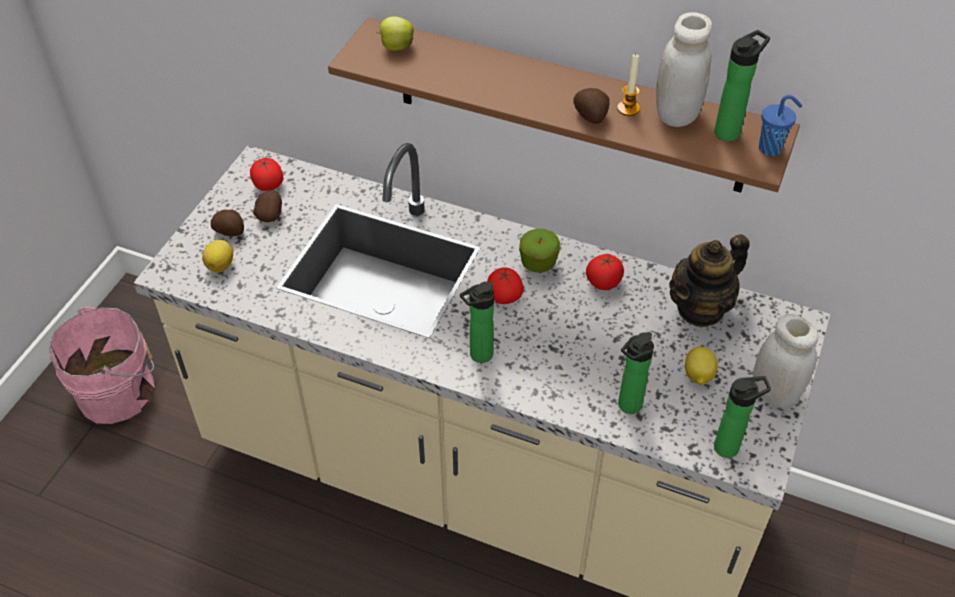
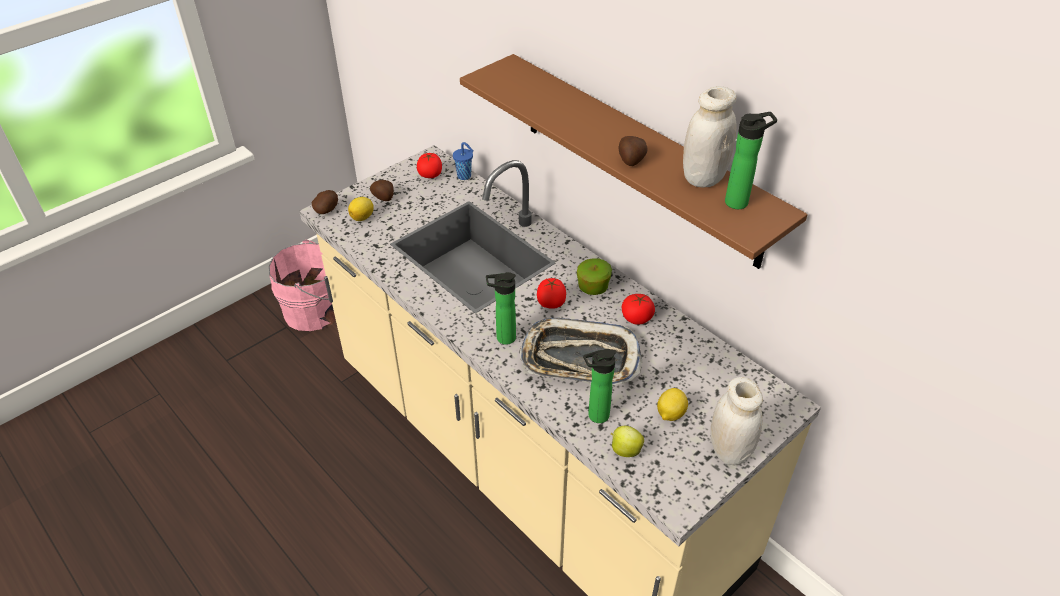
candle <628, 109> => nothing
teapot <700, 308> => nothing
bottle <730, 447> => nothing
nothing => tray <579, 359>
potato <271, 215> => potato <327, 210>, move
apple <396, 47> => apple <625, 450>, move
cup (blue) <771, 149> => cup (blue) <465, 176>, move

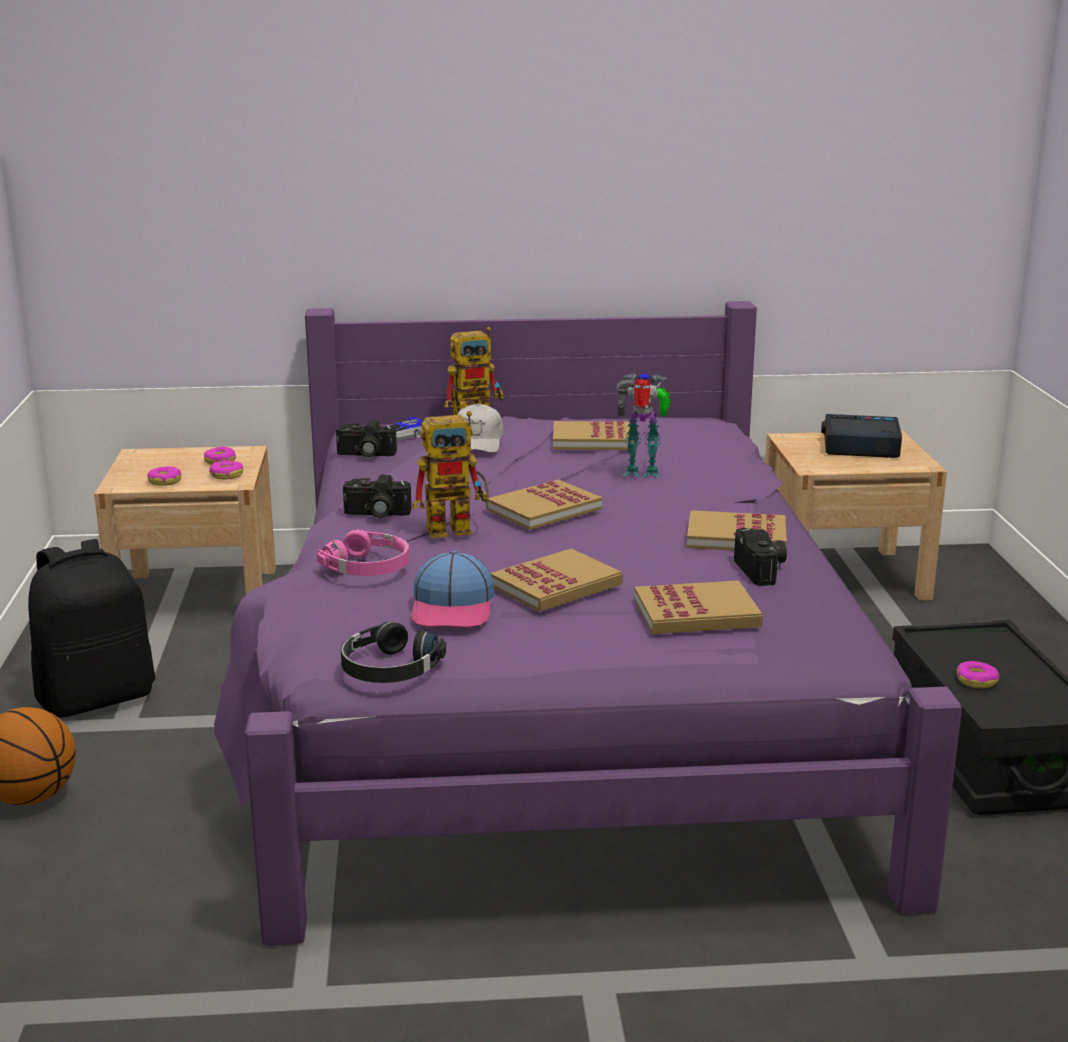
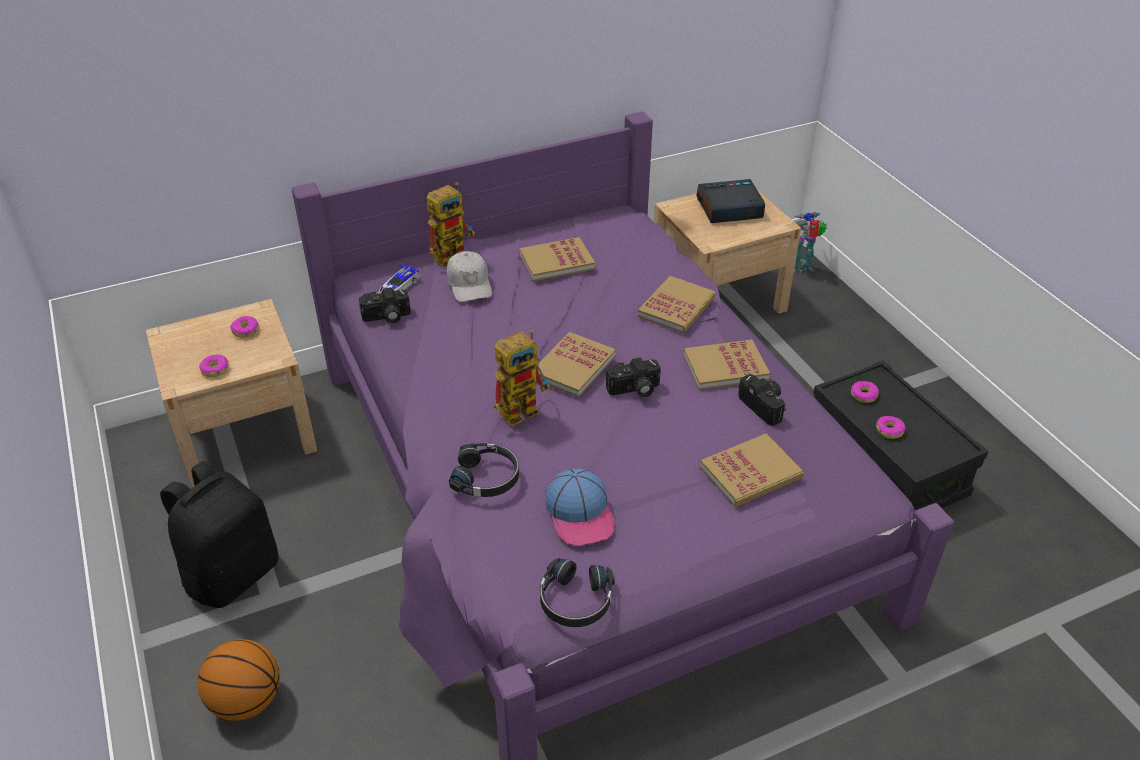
donut <226, 475> => donut <863, 395>, move
photo camera <376, 514> => photo camera <634, 390>, move
book <556, 585> => book <676, 307>, move
toy robot <643, 473> => toy robot <802, 267>, move
headphones (pink) <369, 567> => headphones (black) <487, 477>

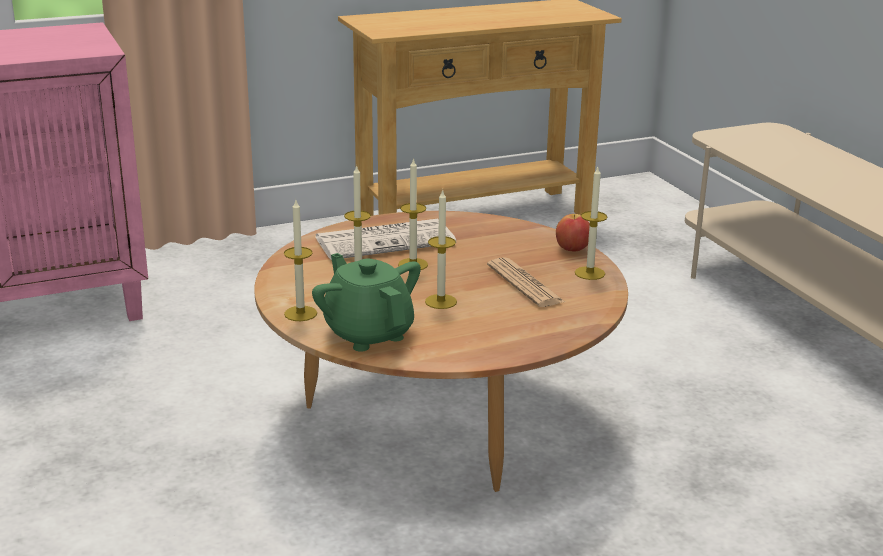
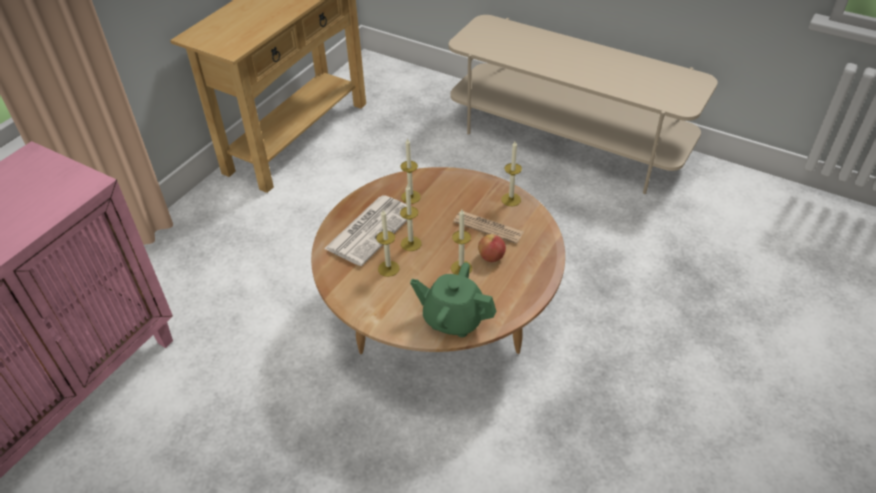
candle <300, 313> => candle <410, 197>, move
apple <572, 249> => apple <491, 257>, move

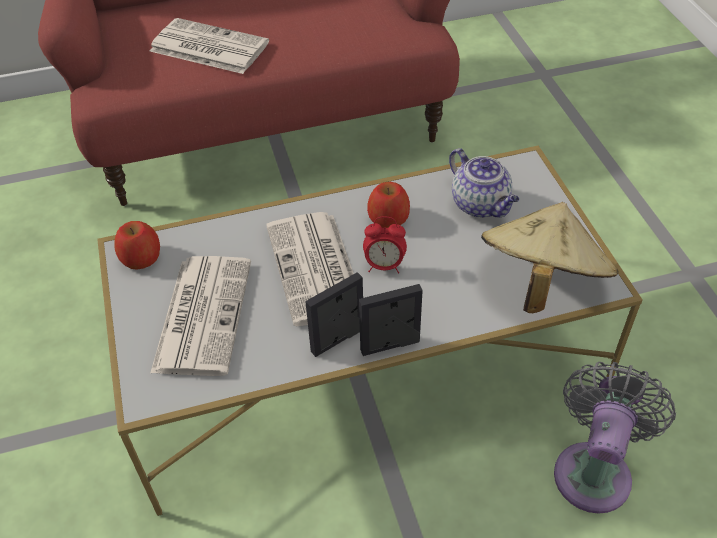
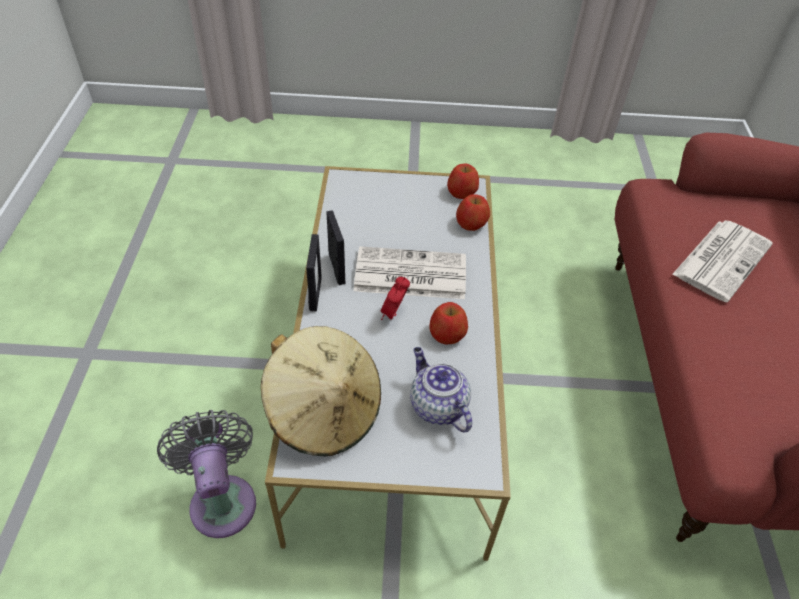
newspaper <202, 314> => nothing
nothing => apple <471, 223>
teapot <481, 205> => teapot <437, 406>, 75 degrees clockwise
fan (grey) <594, 469> => fan (grey) <222, 499>, 150 degrees counterclockwise

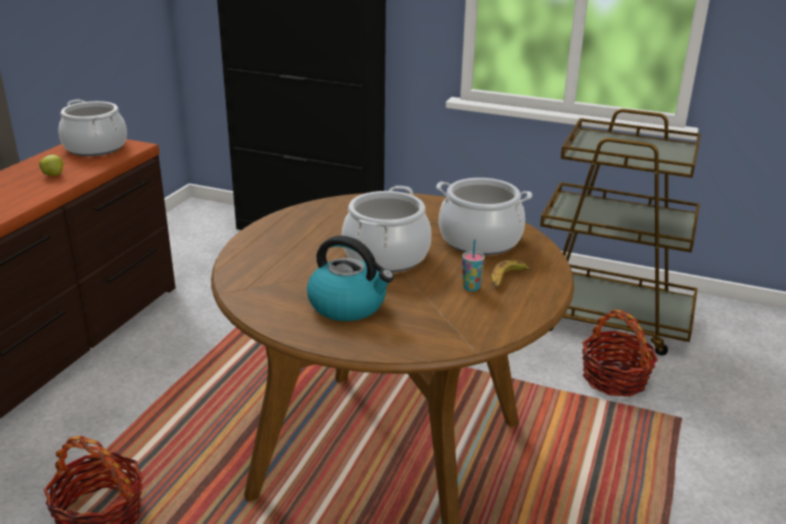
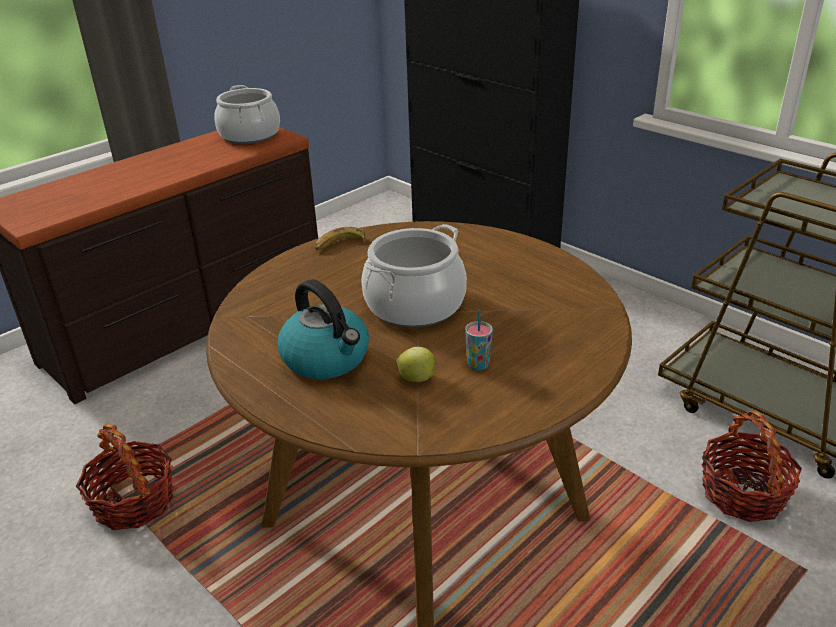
cooking pot <480, 240> => nothing
apple <54, 175> => apple <418, 379>, move
banana <507, 279> => banana <339, 244>, move

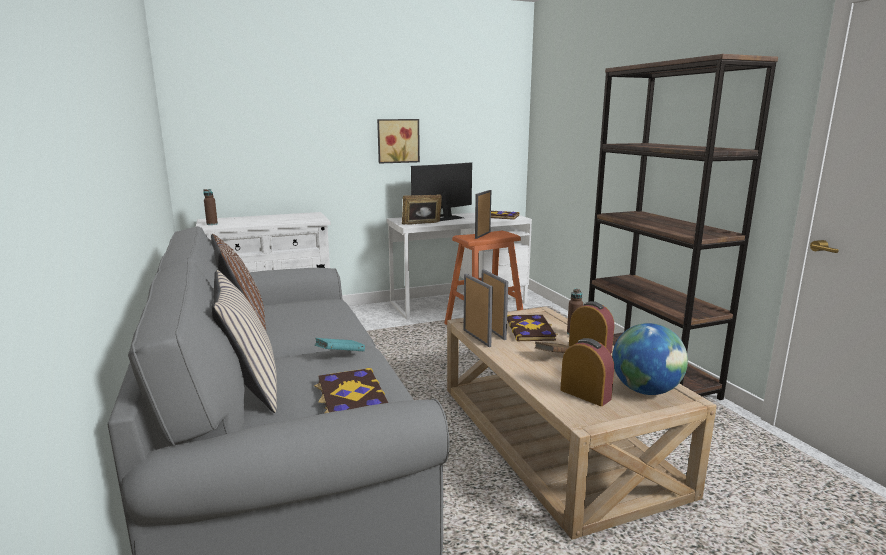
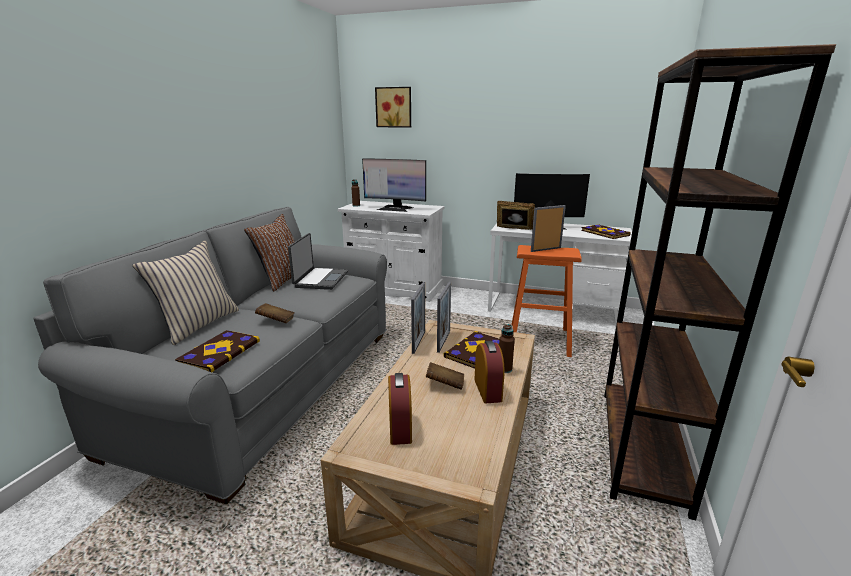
globe <645, 390> => nothing
nothing => laptop <320, 279>
nothing => monitor <395, 208>
picture <398, 141> => picture <394, 107>, move
book (turquoise) <340, 355> => book (brown) <276, 321>

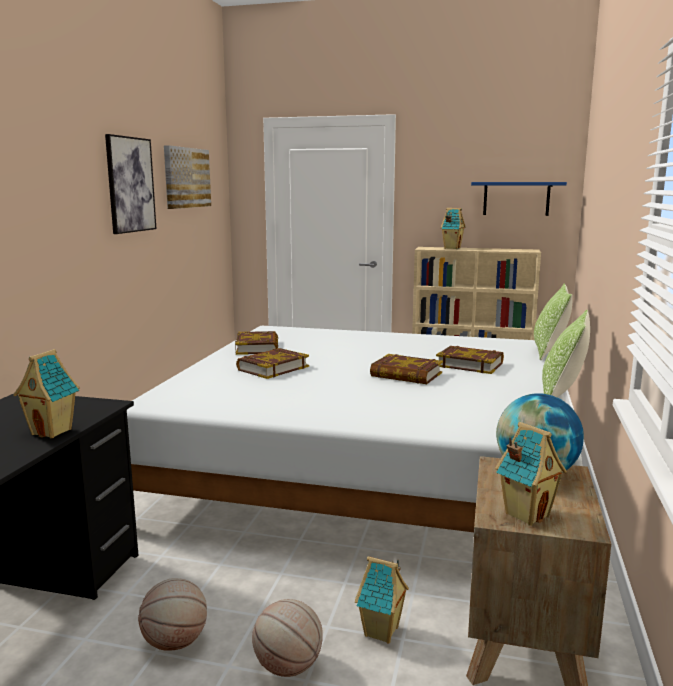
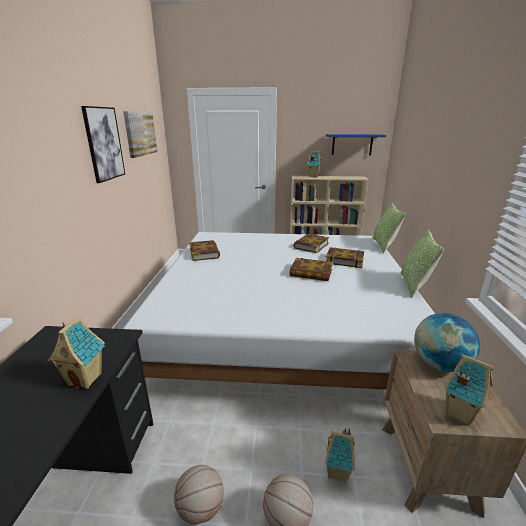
book <272, 368> => book <311, 246>, move

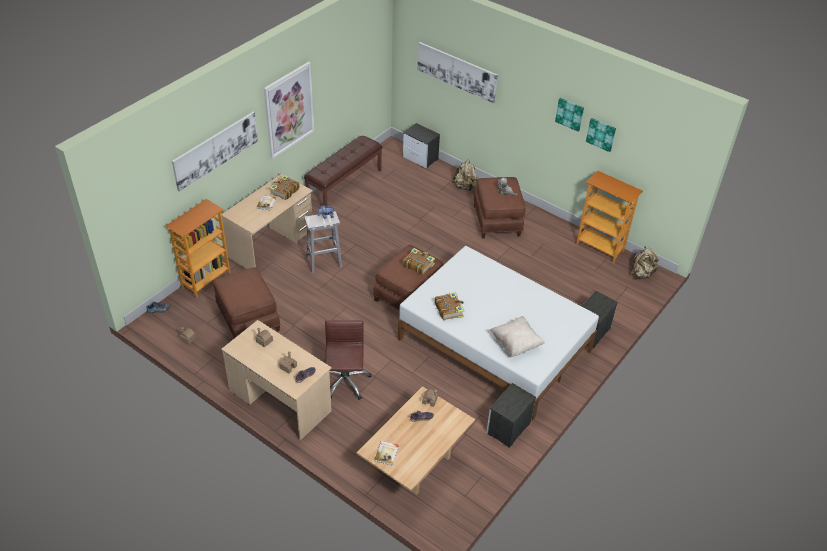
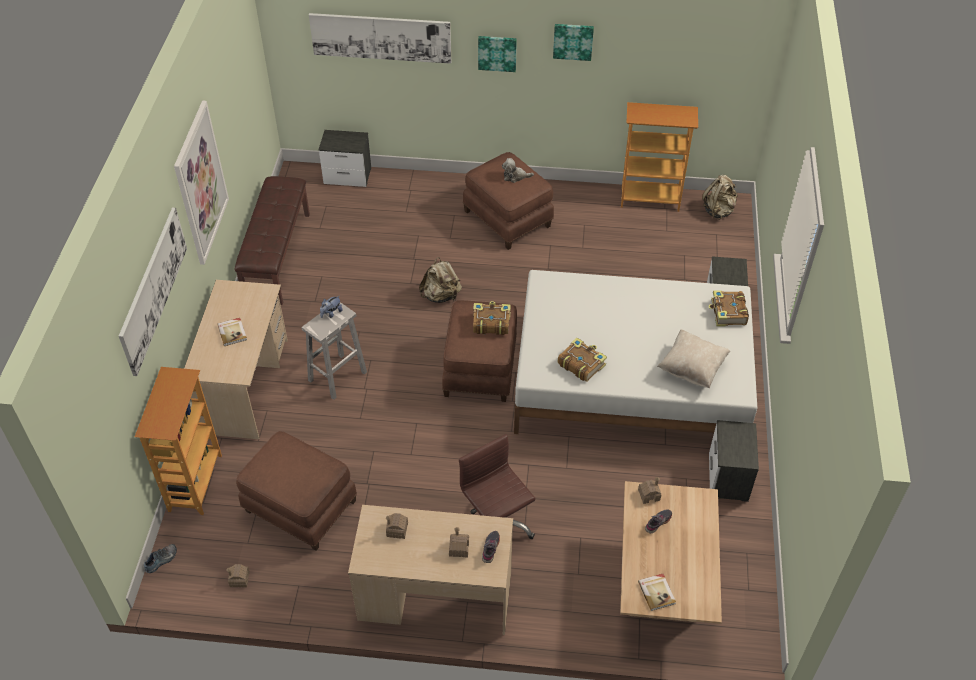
book <284, 191> => book <727, 313>, move
backpack (beige) <465, 187> => backpack (beige) <441, 296>, move
picture <601, 134> => picture <497, 53>, move

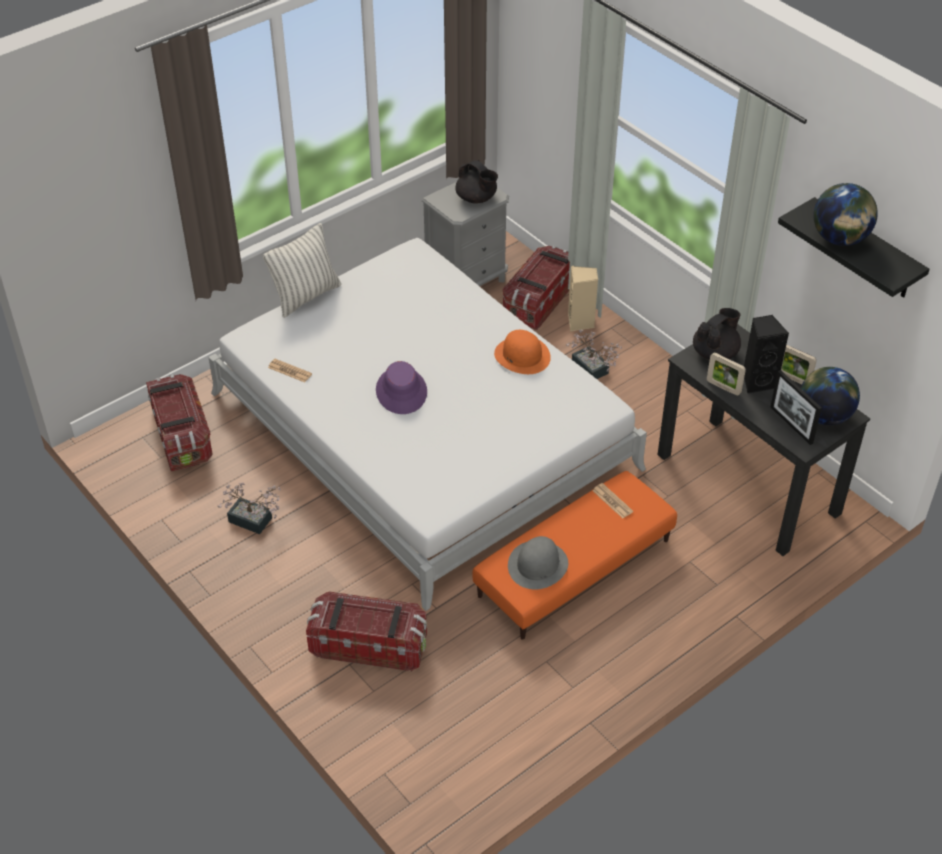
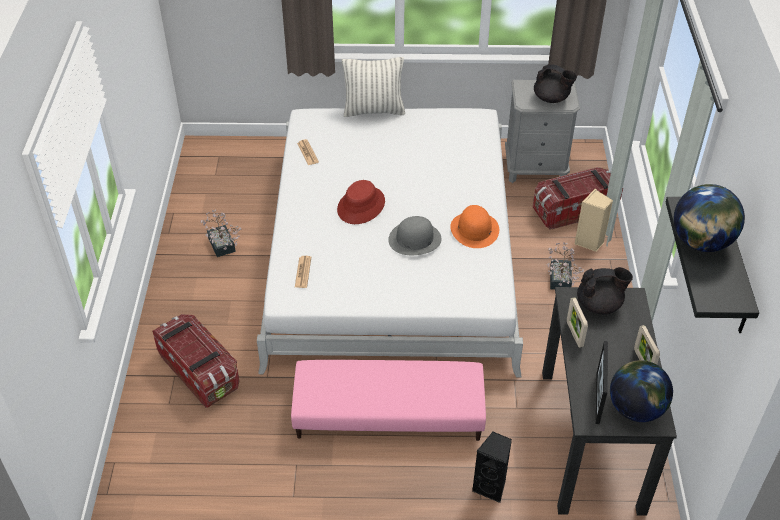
storage box <182, 436> => nothing
hat (grey) <538, 565> => hat (grey) <414, 239>, move
newspaper <612, 501> => newspaper <303, 272>, move
speaker (black) <757, 381> => speaker (black) <491, 487>, move
hat (purple) <401, 391> => hat (red) <361, 206>
ottoman (orange) <574, 567> => ottoman (pink) <389, 413>
teapot (black) <476, 198> => teapot (black) <551, 98>, 60 degrees counterclockwise

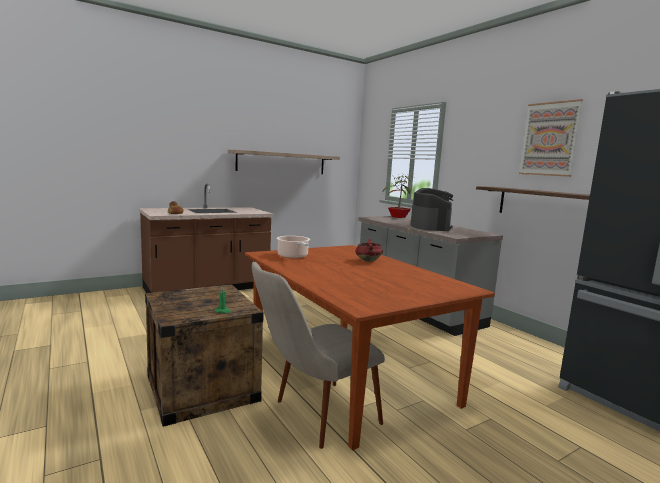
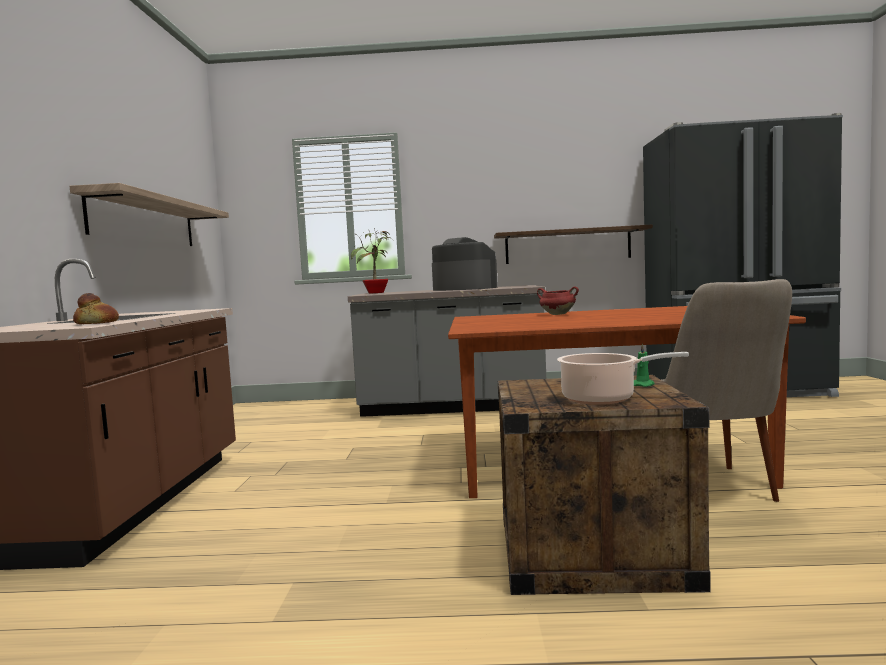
picture <549, 139> => nothing
cooking pot <293, 256> => cooking pot <603, 399>, move

